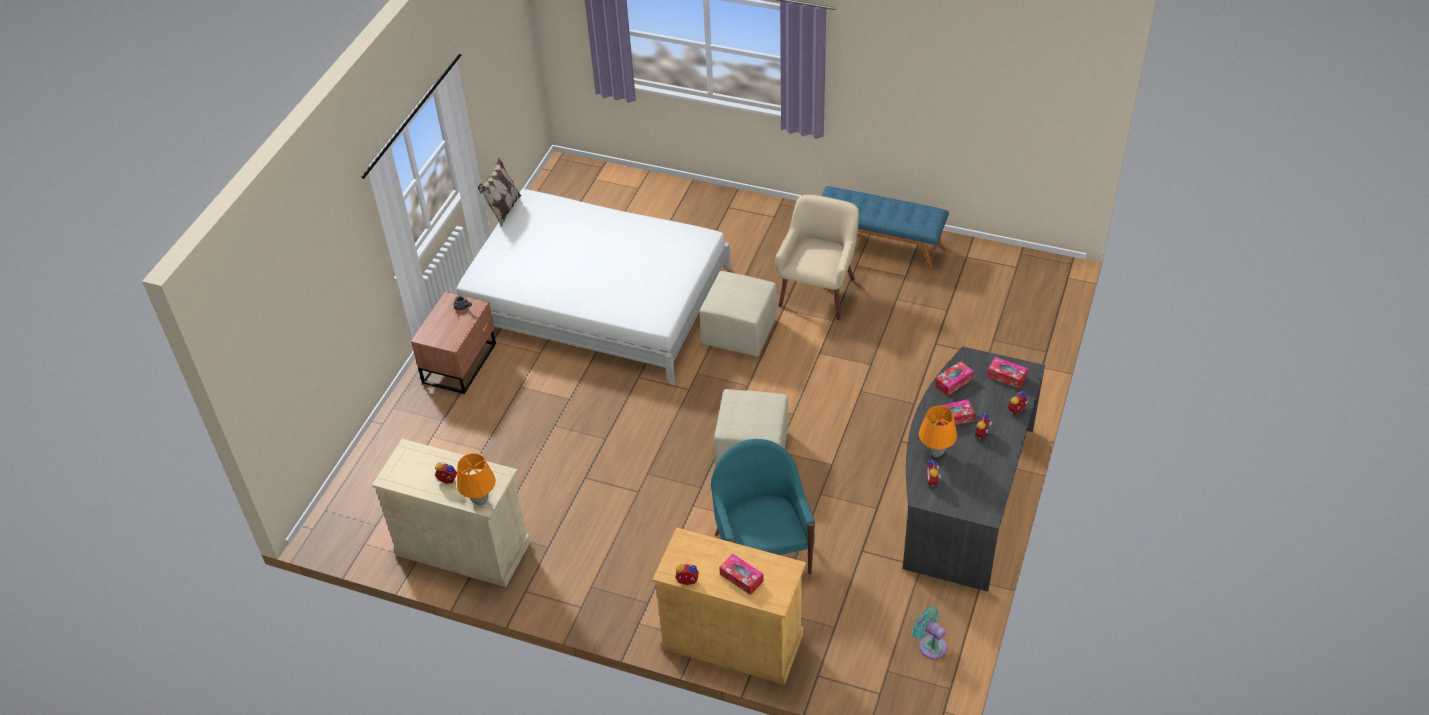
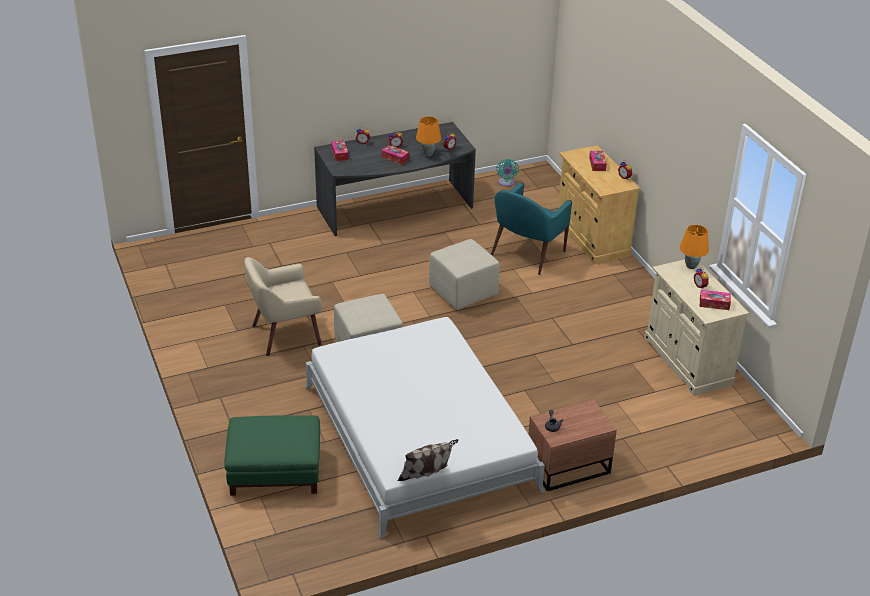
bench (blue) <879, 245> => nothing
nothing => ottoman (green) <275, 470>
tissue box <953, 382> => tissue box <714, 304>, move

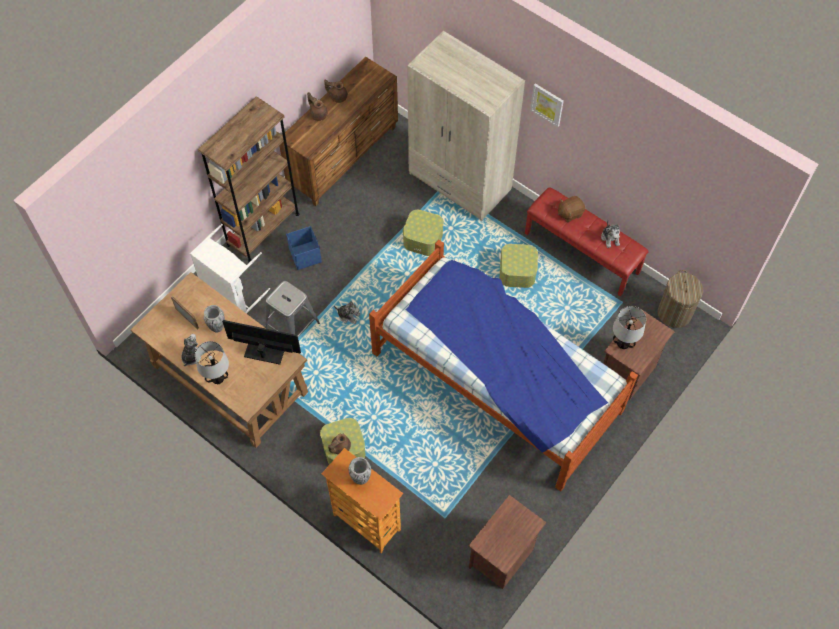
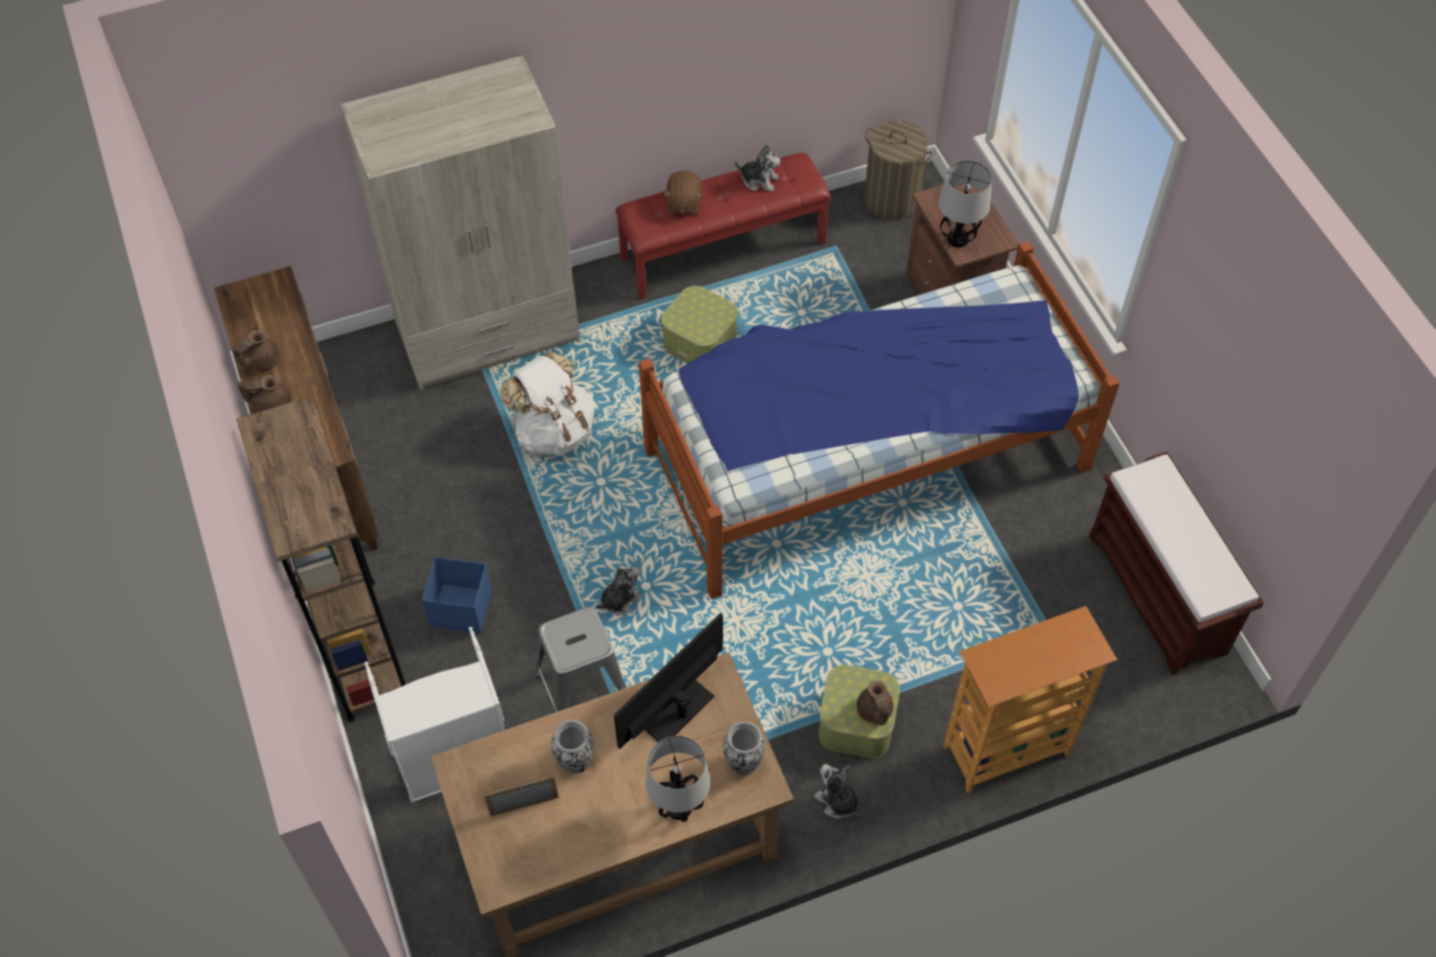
picture <547, 104> => nothing
plush toy <191, 356> => plush toy <837, 801>, move
vase <360, 478> => vase <743, 764>, move
storage box <423, 239> => backpack (white) <554, 430>
nightstand (brown) <502, 558> => bench (brown) <1158, 595>

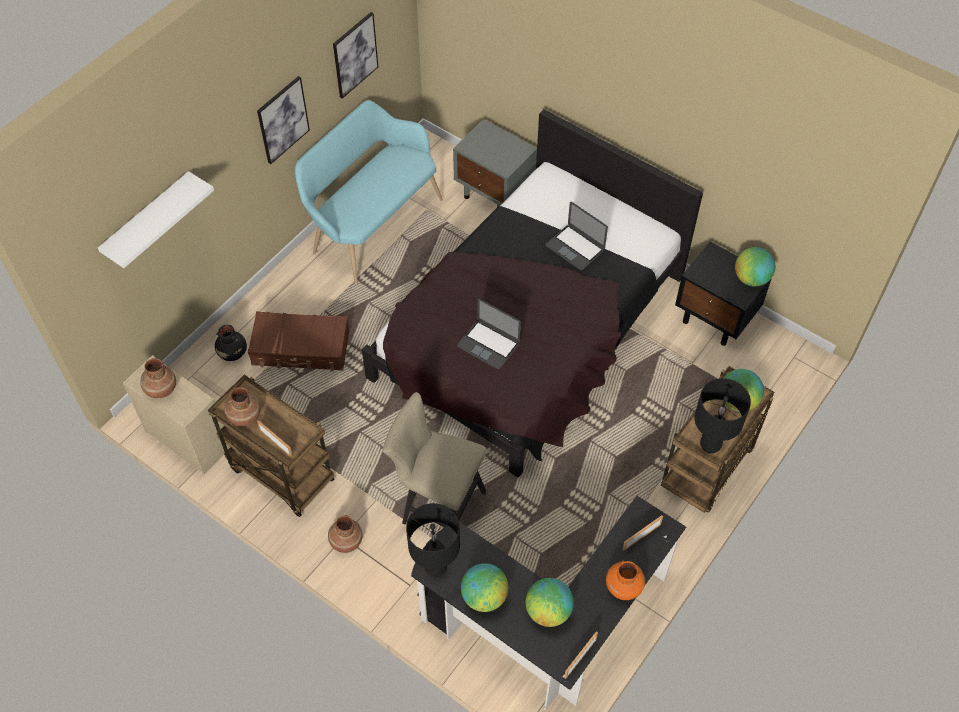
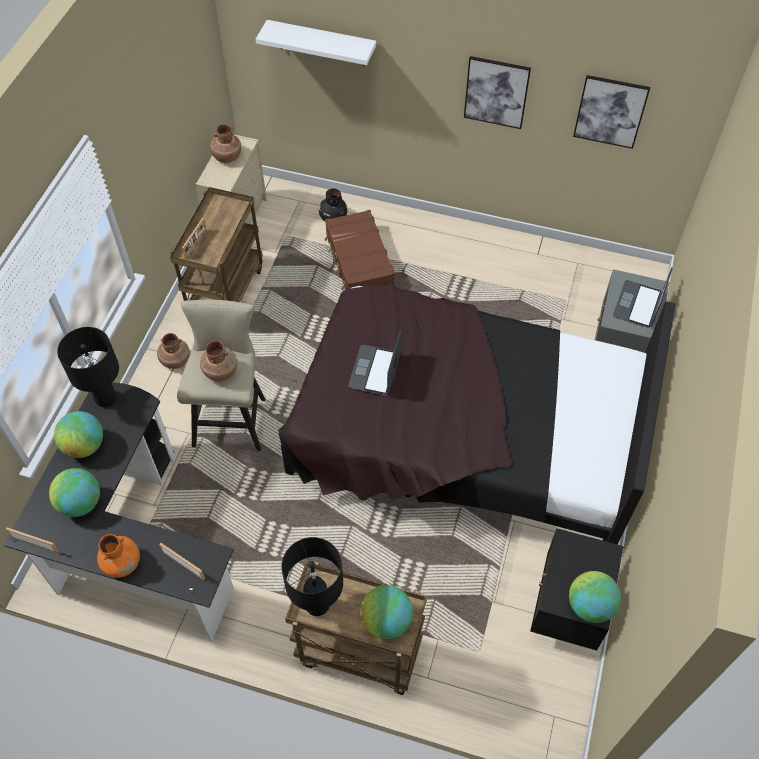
bench (turquoise) <372, 225> => nothing
vase (brown) <244, 416> => vase (brown) <220, 371>, move
laptop <575, 247> => laptop <638, 304>, move

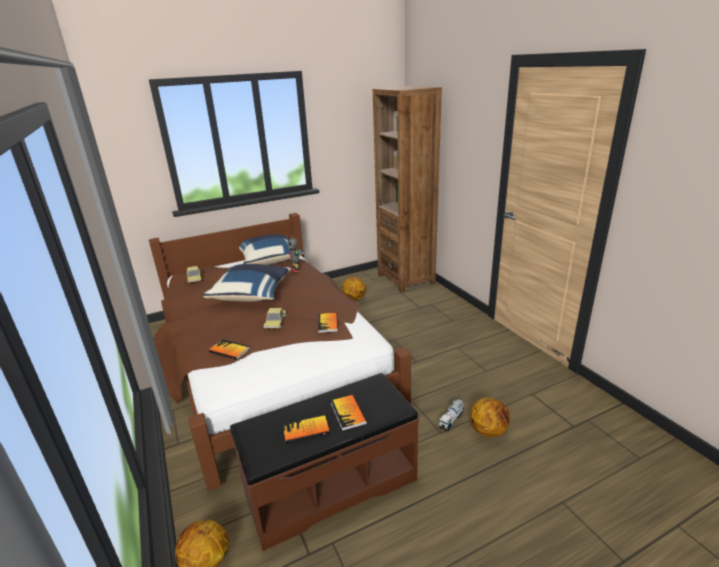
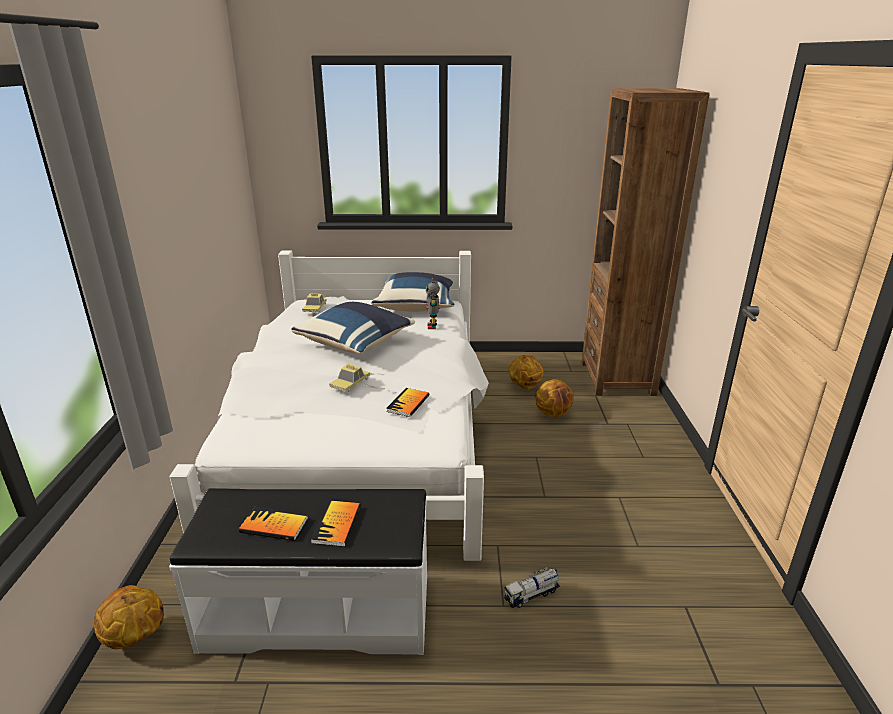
book <229, 350> => nothing
basketball <488, 431> => basketball <553, 414>, move
bed (brown) <270, 364> => bed (white) <362, 439>
bench (brown) <330, 484> => bench (white) <318, 611>

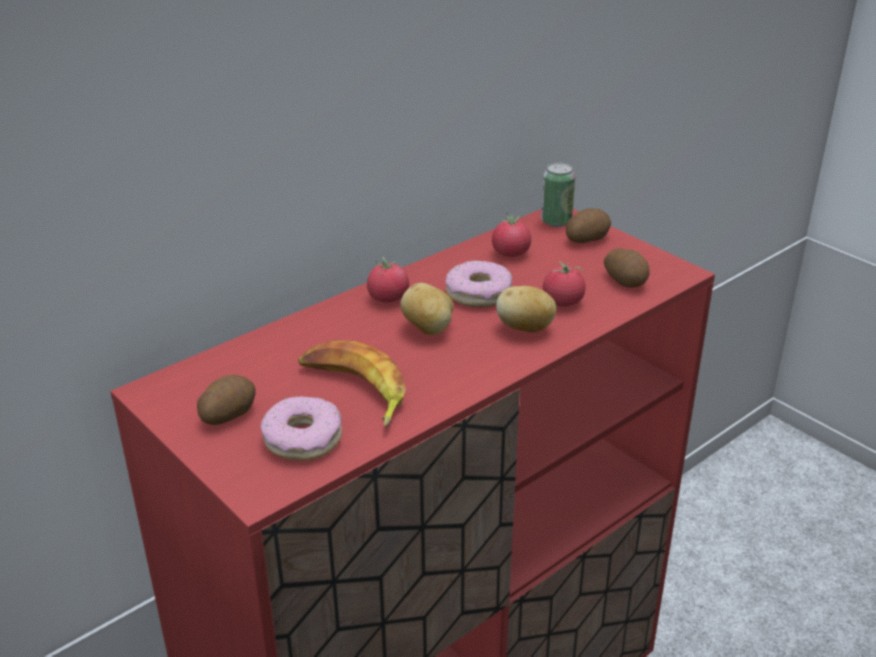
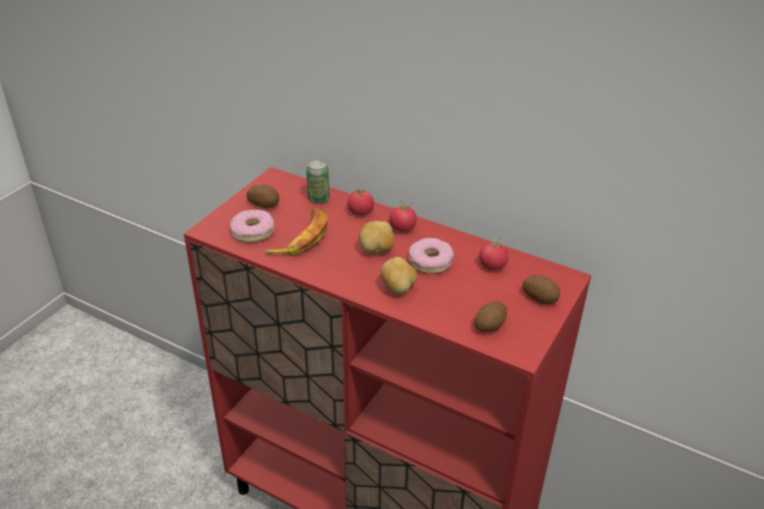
can <556, 221> => can <318, 199>, move
tomato <562, 302> => tomato <360, 212>, move

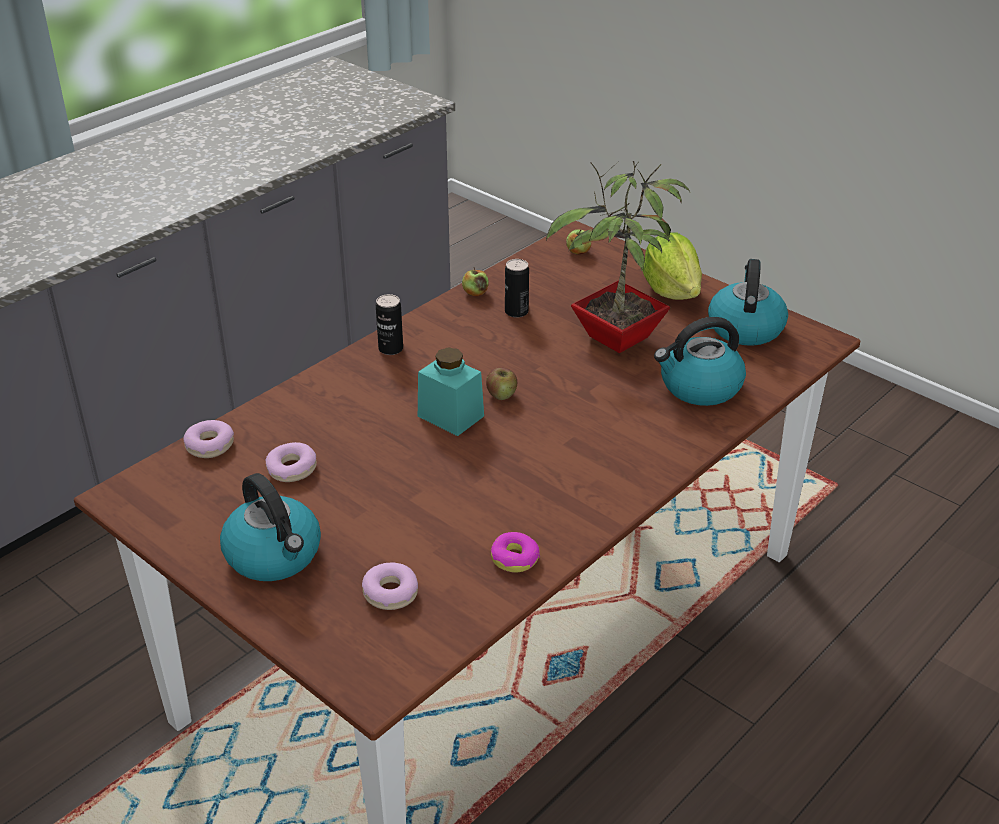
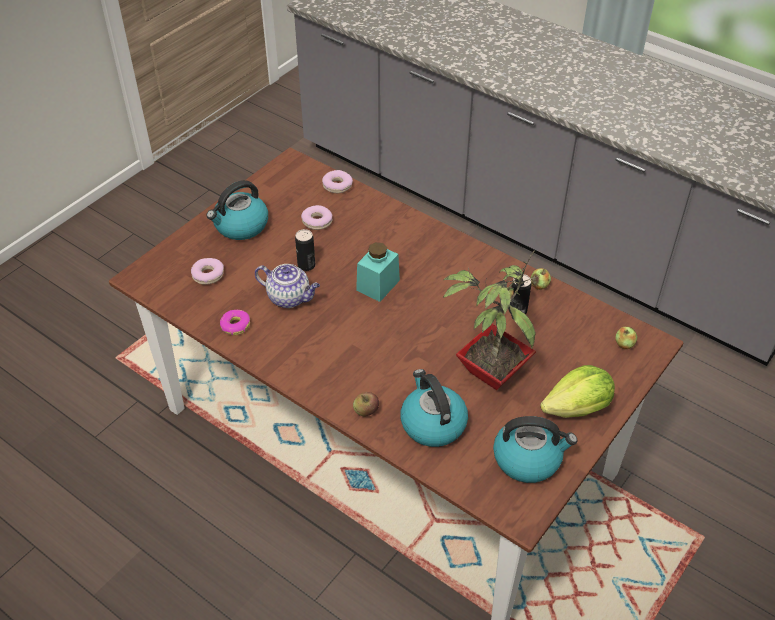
nothing => teapot <290, 298>
can <391, 349> => can <306, 265>, move
apple <501, 394> => apple <366, 411>, move

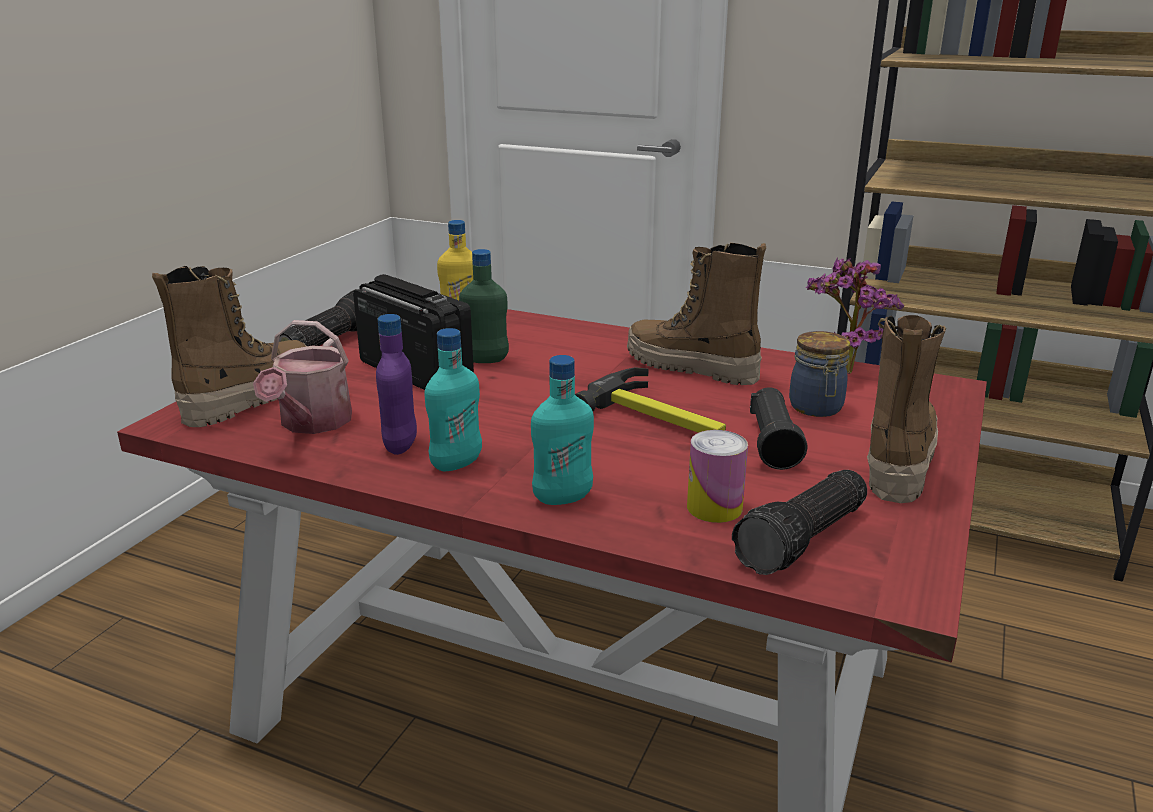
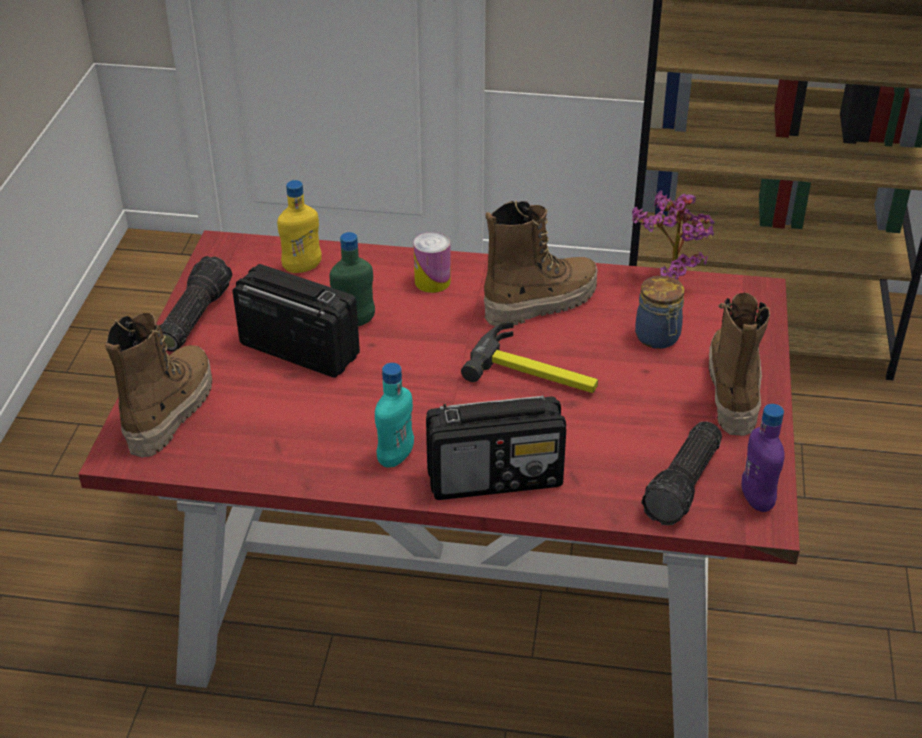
watering can <312, 423> => nothing
flashlight (black) <772, 444> => nothing
bottle (purple) <400, 445> => bottle (purple) <757, 499>, move
can <714, 507> => can <432, 281>, move
bottle (turquoise) <562, 498> => radio <496, 478>
boot <691, 368> => boot <540, 303>, 135 degrees clockwise

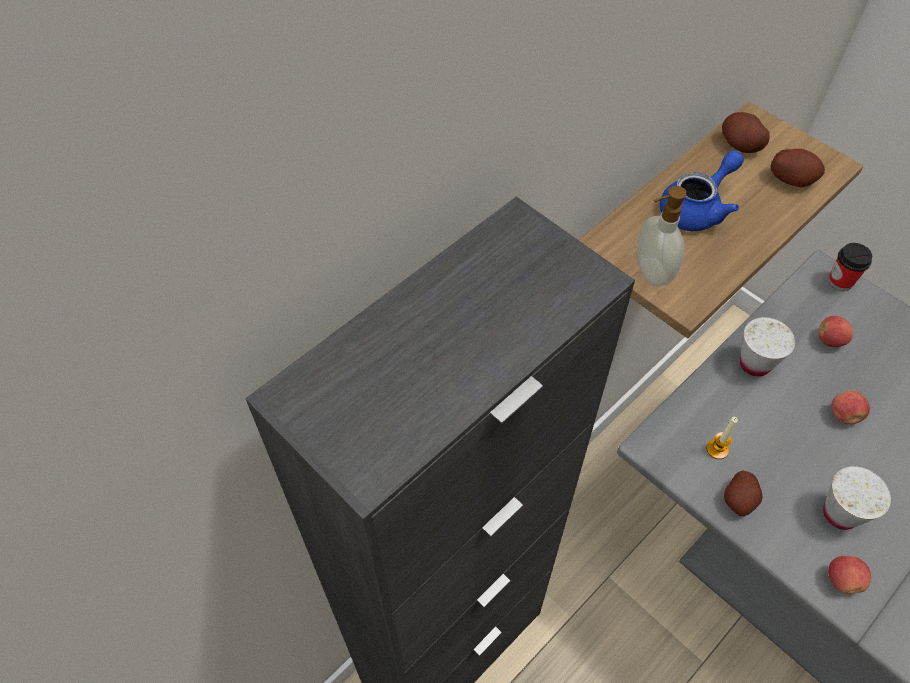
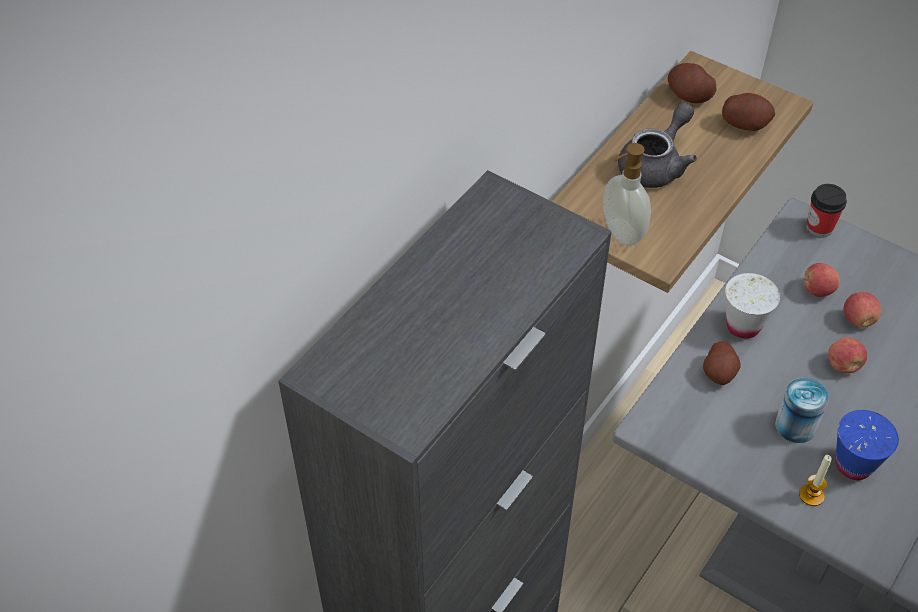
nothing => can <795, 426>
candle <717, 449> => candle <811, 495>, move
potato <739, 499> => potato <719, 372>, move
apple <842, 580> => apple <858, 319>, move
teapot (blue) <697, 209> => teapot (grey) <656, 165>
cup (white) <840, 513> => cup (blue) <853, 465>

